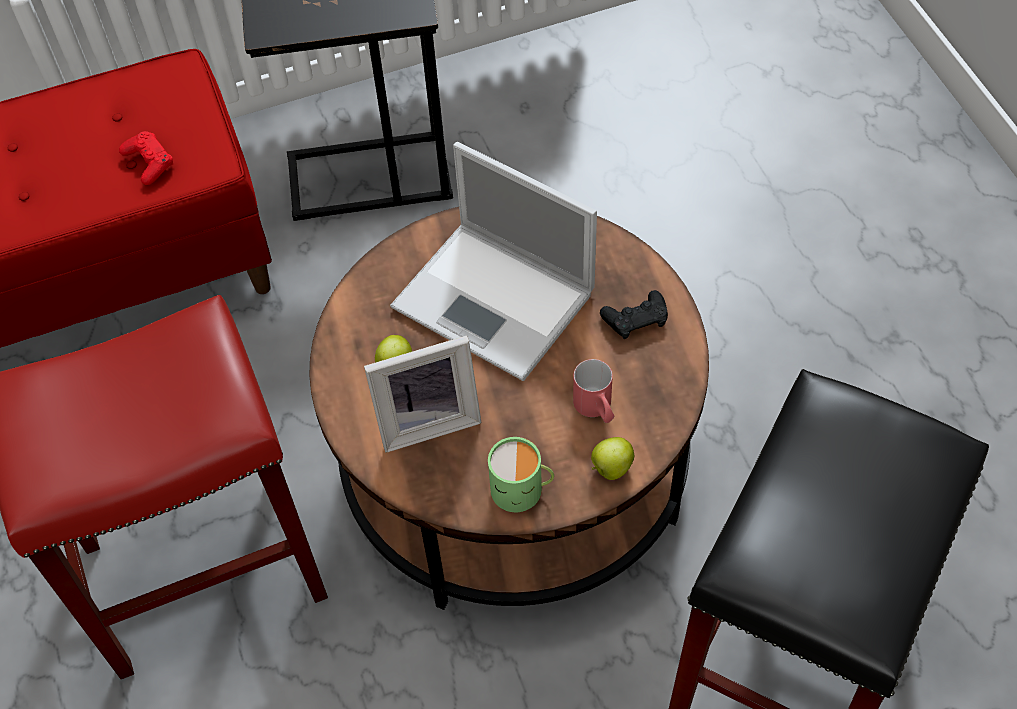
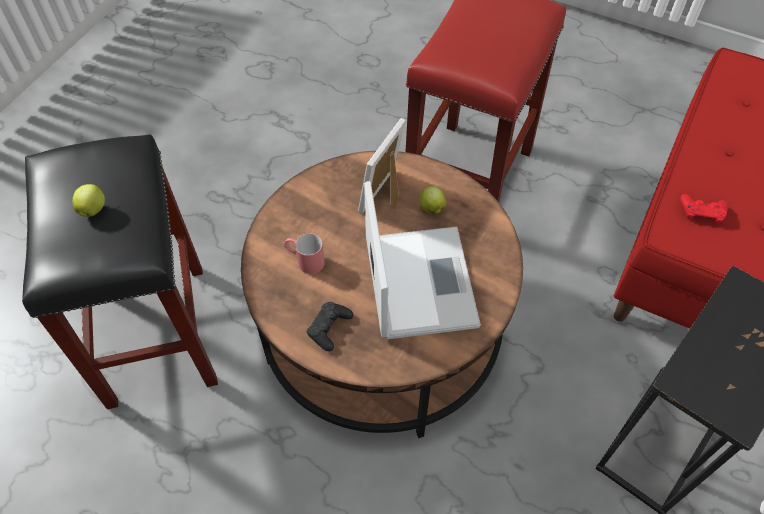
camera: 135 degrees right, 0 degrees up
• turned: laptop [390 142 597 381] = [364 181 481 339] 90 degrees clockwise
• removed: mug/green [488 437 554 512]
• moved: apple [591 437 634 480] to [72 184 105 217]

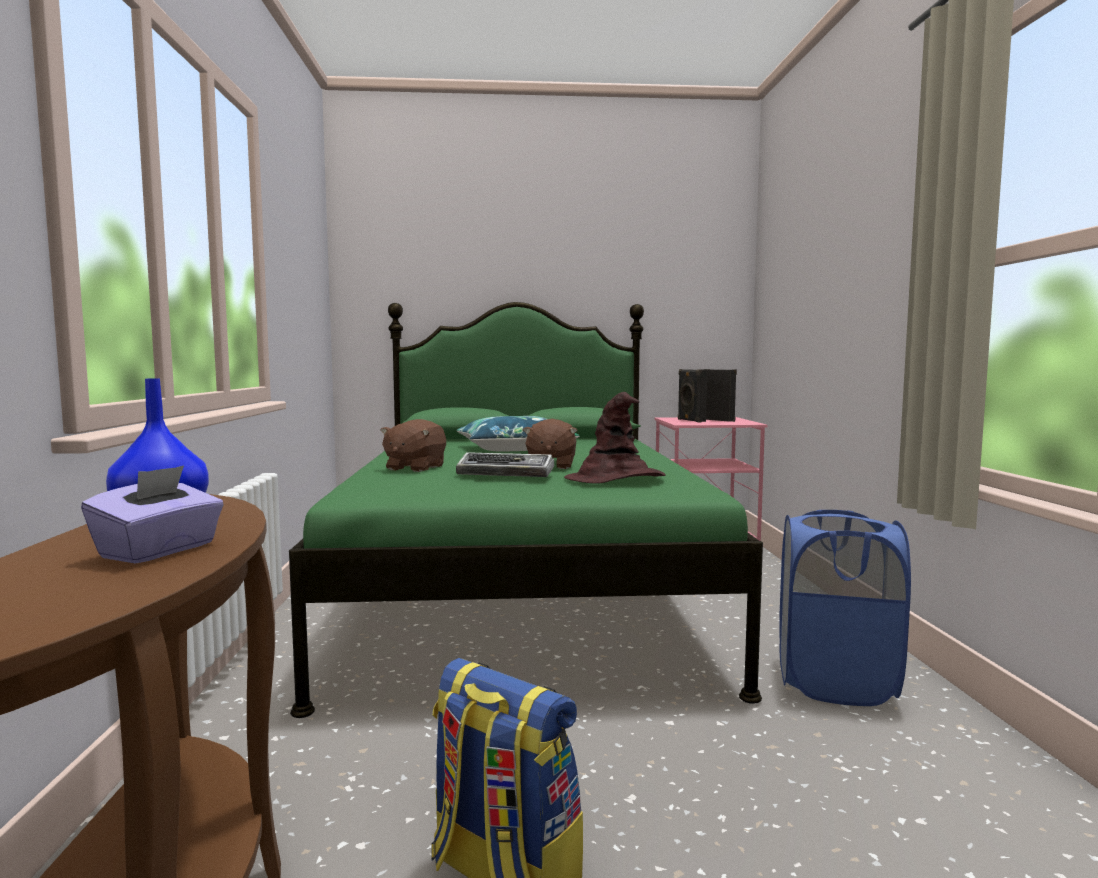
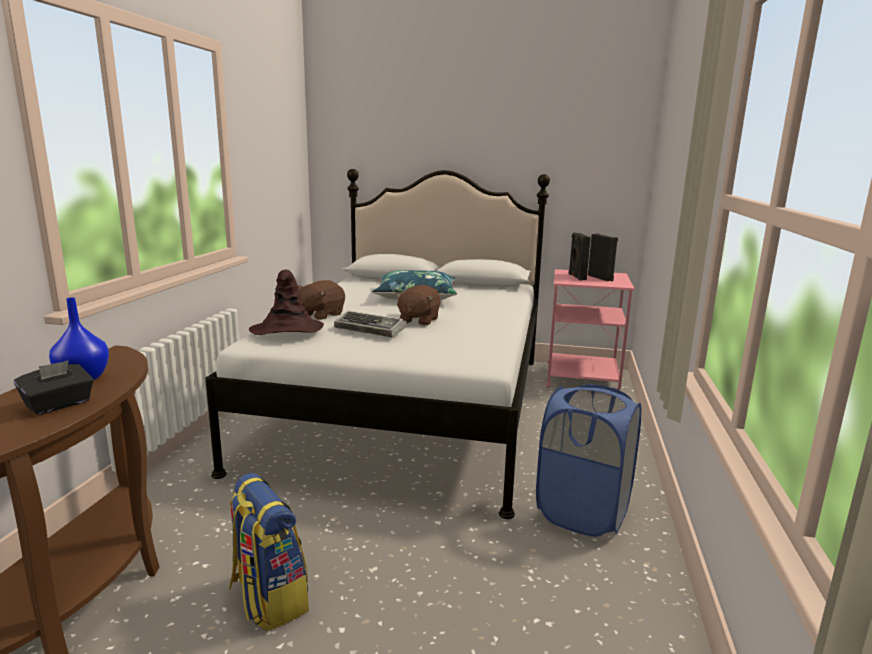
camera: 15 degrees right, 10 degrees up
• recoloured: tissue box/purple [81 465 224 564] to tissue box/black [14 360 94 415]
• recoloured: bed/green [289 302 763 718] to bed/white [205 169 550 519]
• moved: hat/brown [564 392 666 484] to [249 269 324 335]

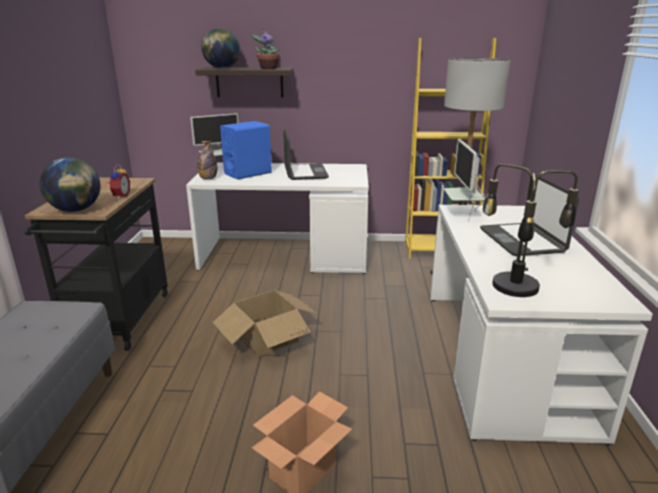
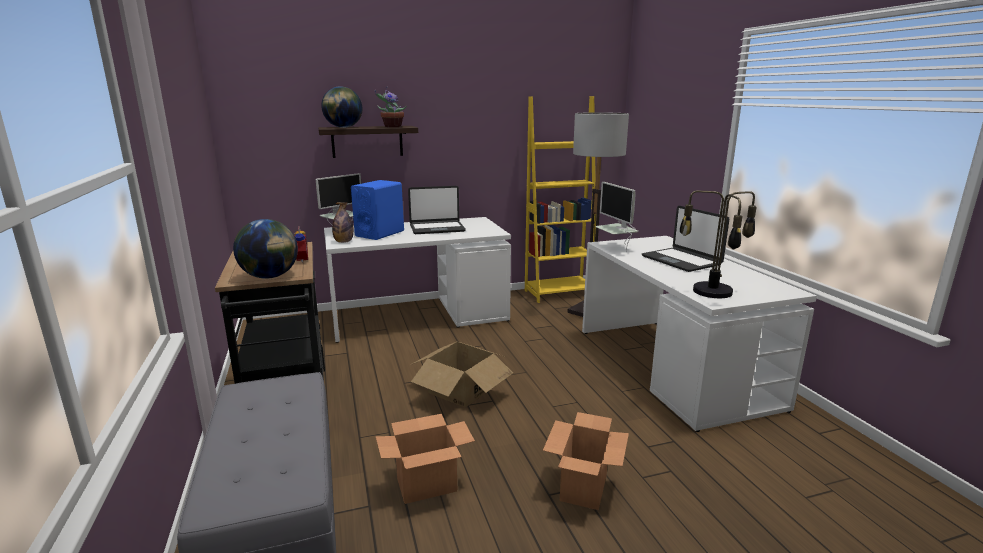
camera: 20 degrees left, 5 degrees down
• turned: laptop [283 130 329 180] = [408 186 466 234] 105 degrees clockwise
• added: cardboard box [376 414 475 504]

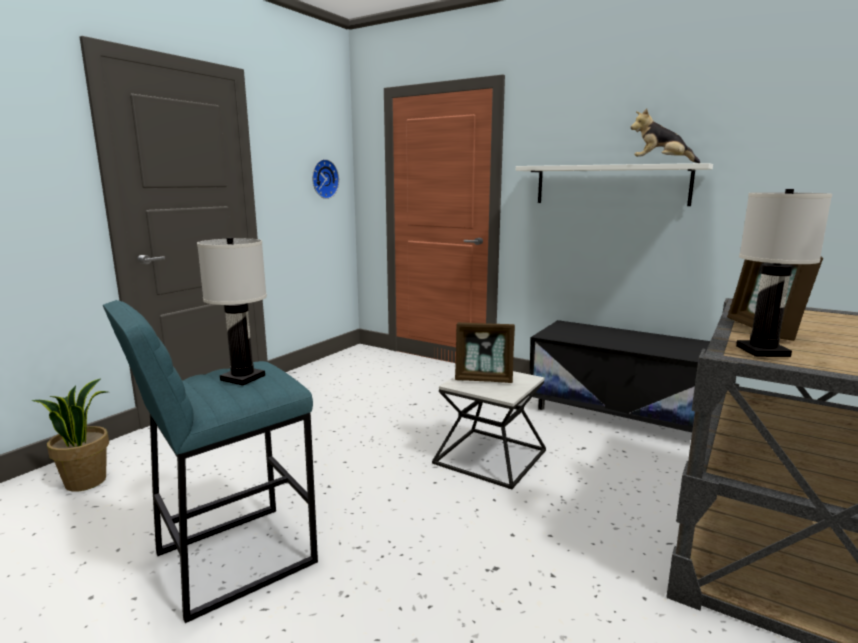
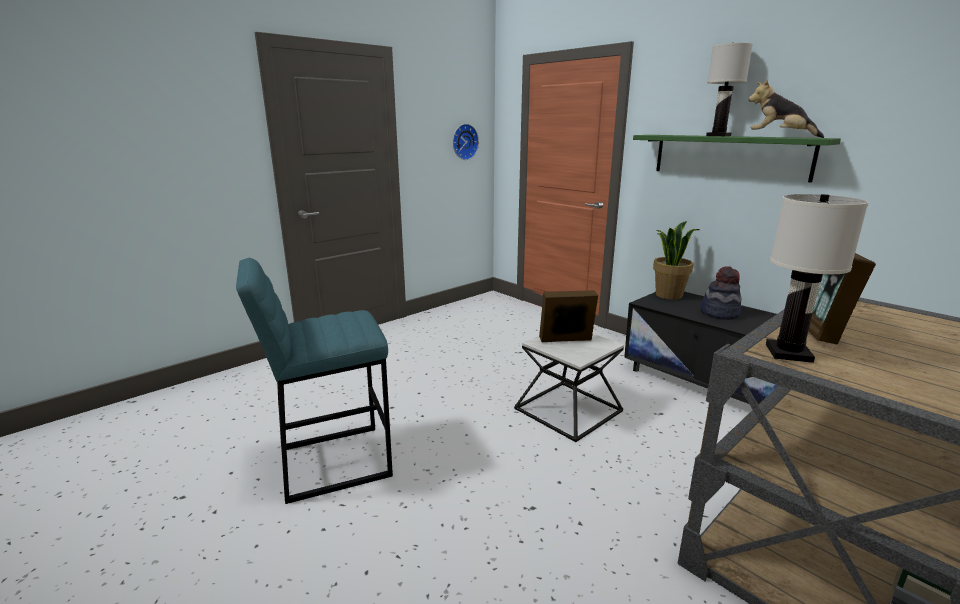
camera: 15 degrees right, 5 degrees up
• moved: potted plant [31 379 109 492] to [653 221 699 300]
• moved: table lamp/white [197 238 267 386] to [706 43 753 136]
• turned: picture frame [455 322 515 383] = [539 290 598 342] 150 degrees clockwise
• recoloured: shelf/white [516 163 713 206] to shelf/green [633 135 841 183]
• added: hat [700 266 741 320]

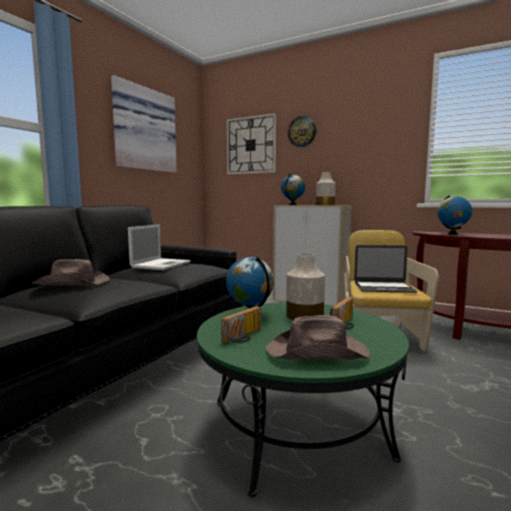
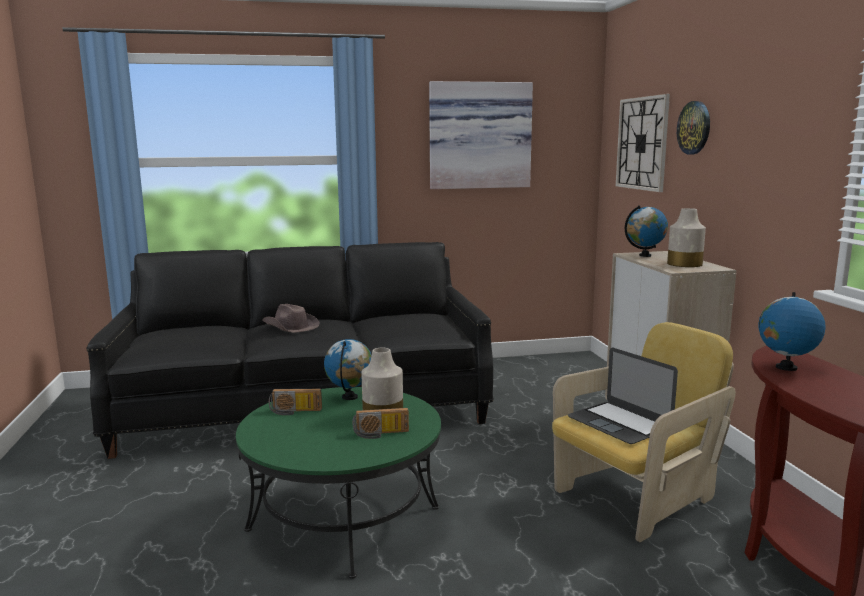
camera: 50 degrees right, 5 degrees up
• removed: laptop [128 224 191 270]
• removed: hat/brown [266 315 370 360]

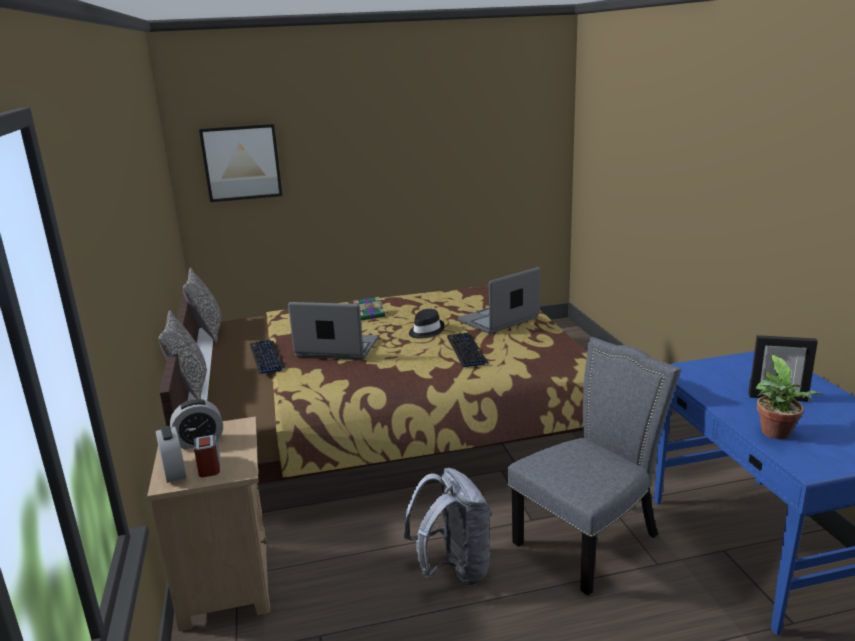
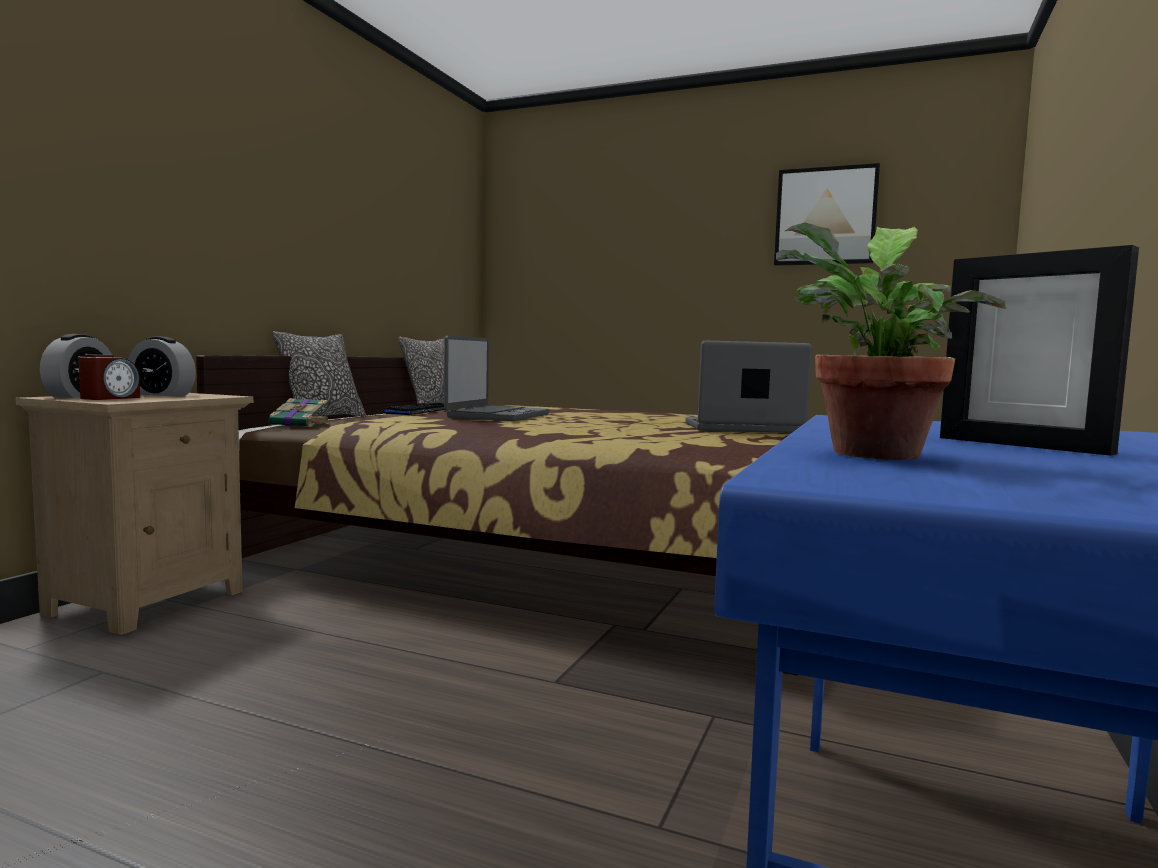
camera: 35 degrees right, 15 degrees down
• moved: picture [199 124 282 202] to [774 163 880 266]
• turned: laptop [288 302 378 360] = [444 336 549 421] 60 degrees clockwise
• moved: book [353 297 388 320] to [269 398 330 427]
• removed: backpack/grey [403 468 491 586]
• removed: hat/black [409 309 445 338]
• removed: keyboard [447 333 489 368]
• removed: chair/grey [507 337 681 596]

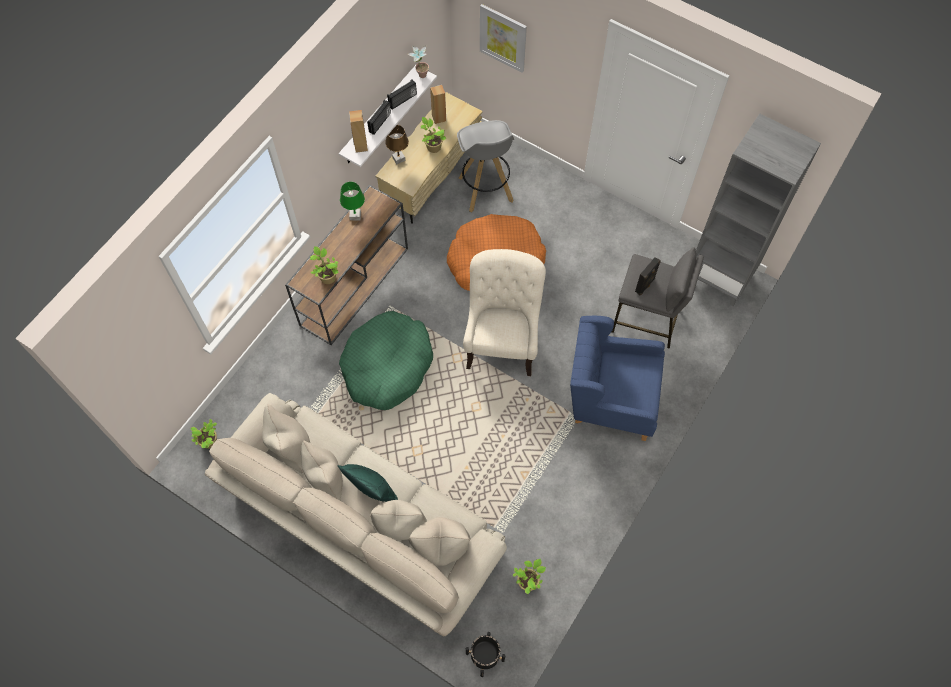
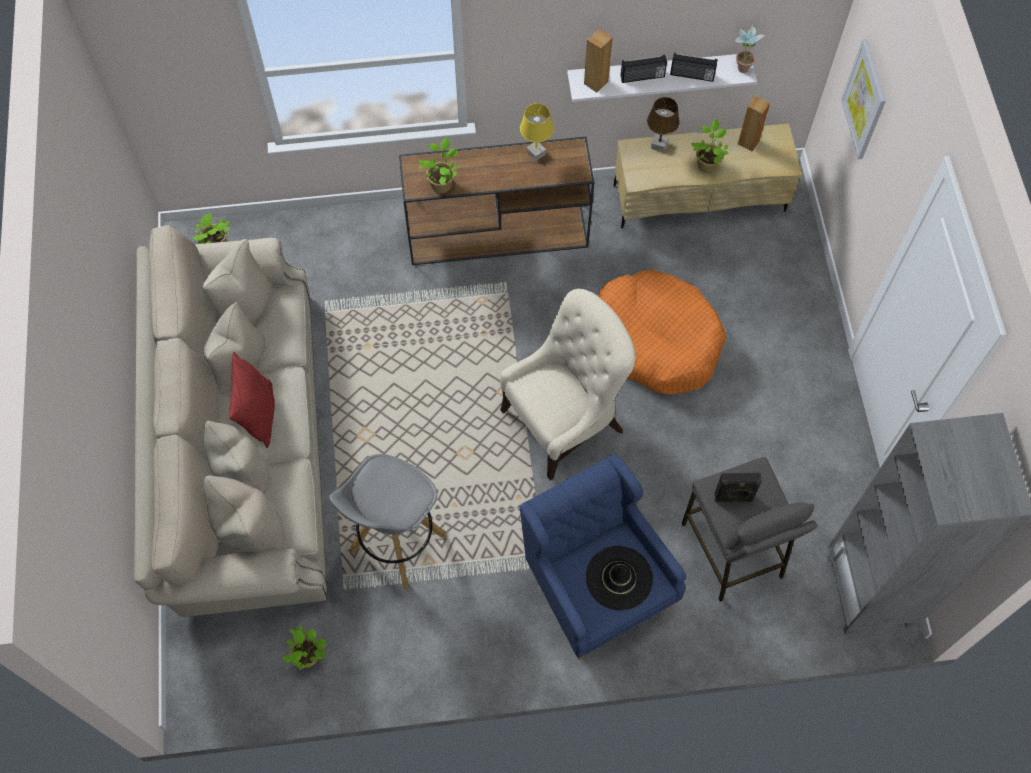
camera: 50 degrees right, 0 degrees up
• recoloured: pillow/green [338 464 398 502] to pillow/red [229 352 275 448]
• removed: dog bed/green [339 311 433 410]
• recoloured: table lamp/green [340 182 365 221] to table lamp/yellow [520 103 554 161]
• moved: stool/grey [457 120 514 212] to [329 454 447 589]
• removed: planter/black [466 632 505 677]
• added: hat/black [586 546 653 611]

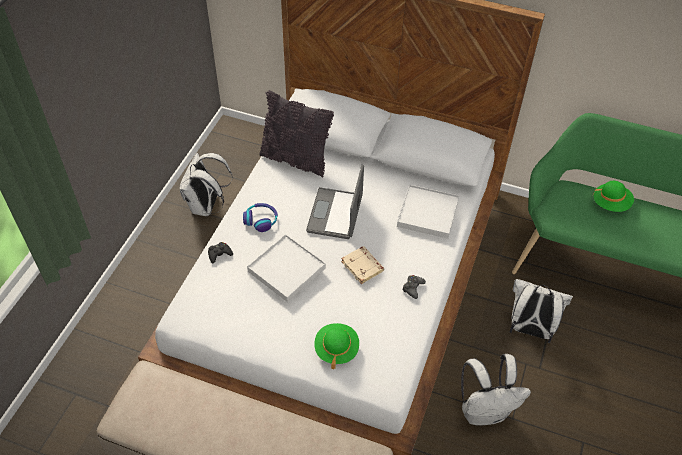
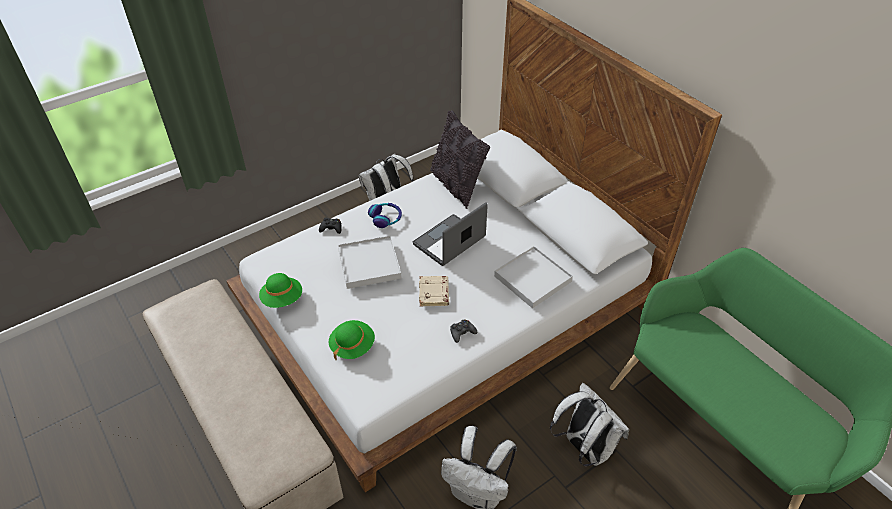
camera: 35 degrees right, 5 degrees down
• moved: hat/green [593 181 634 212] to [259 273 302 308]

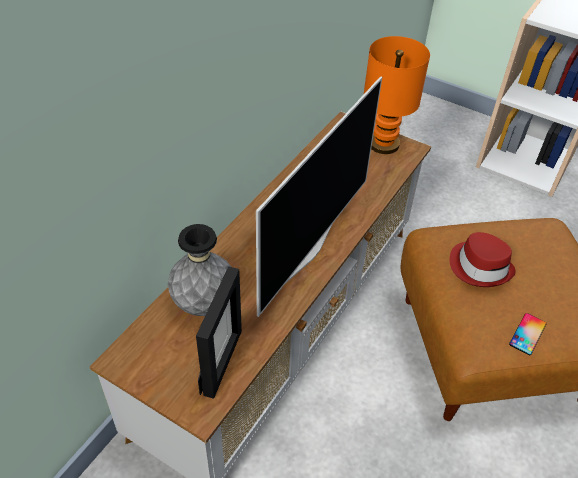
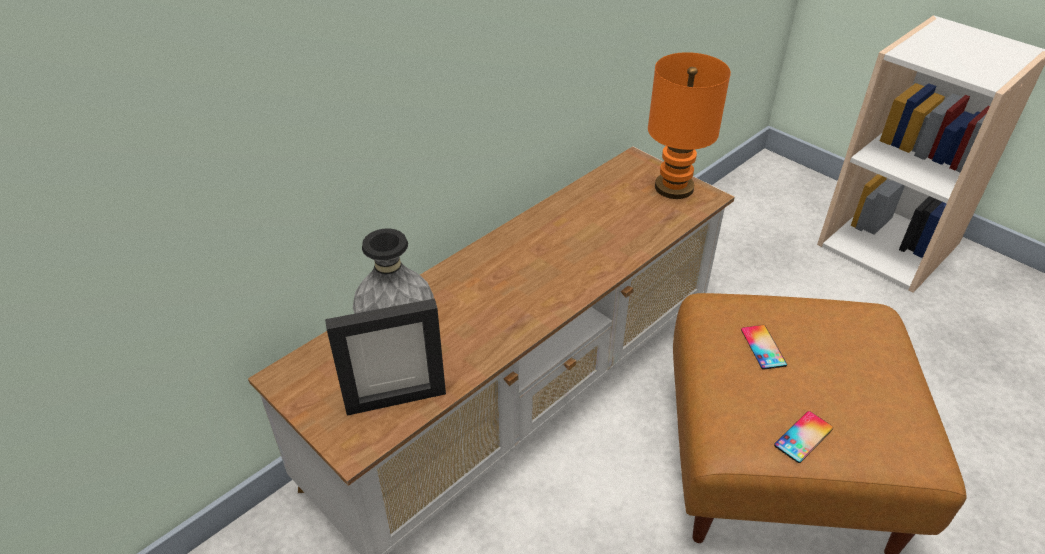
camera: 15 degrees right, 5 degrees down
• turned: picture frame [196 266 242 399] = [325 299 446 416] 45 degrees clockwise
• removed: television [256 76 382 317]
• replaced: hat/red [449 232 516 287] to phone [741 325 787 370]

